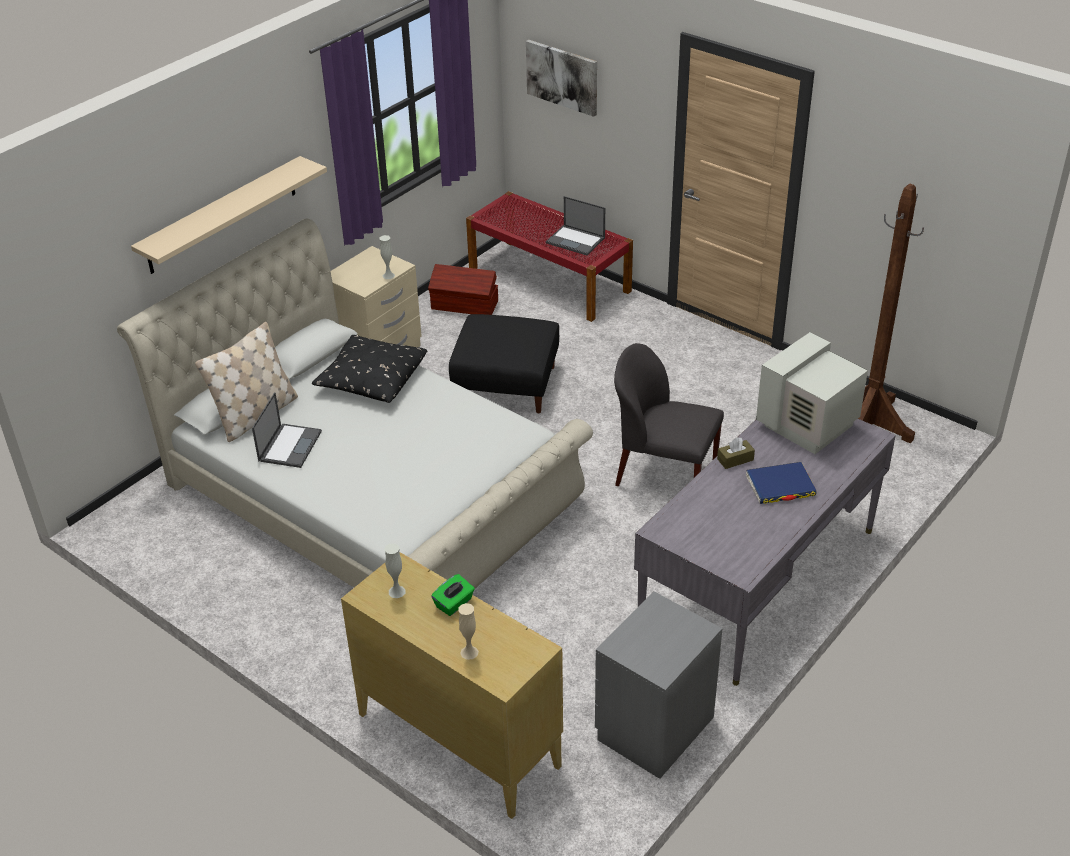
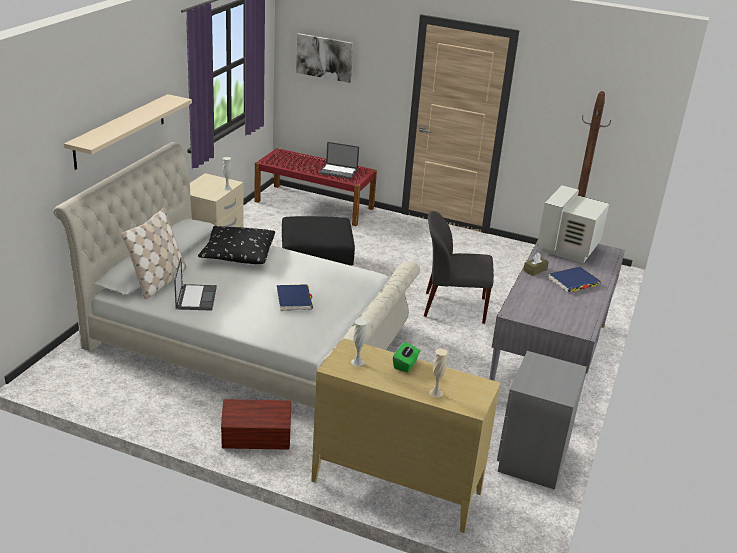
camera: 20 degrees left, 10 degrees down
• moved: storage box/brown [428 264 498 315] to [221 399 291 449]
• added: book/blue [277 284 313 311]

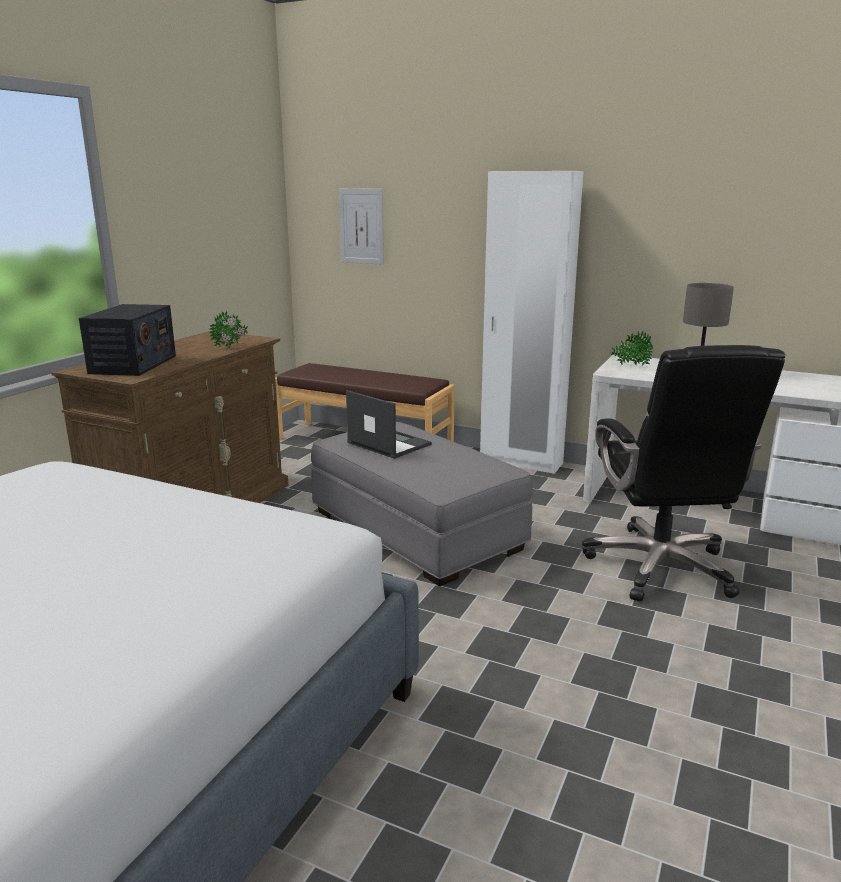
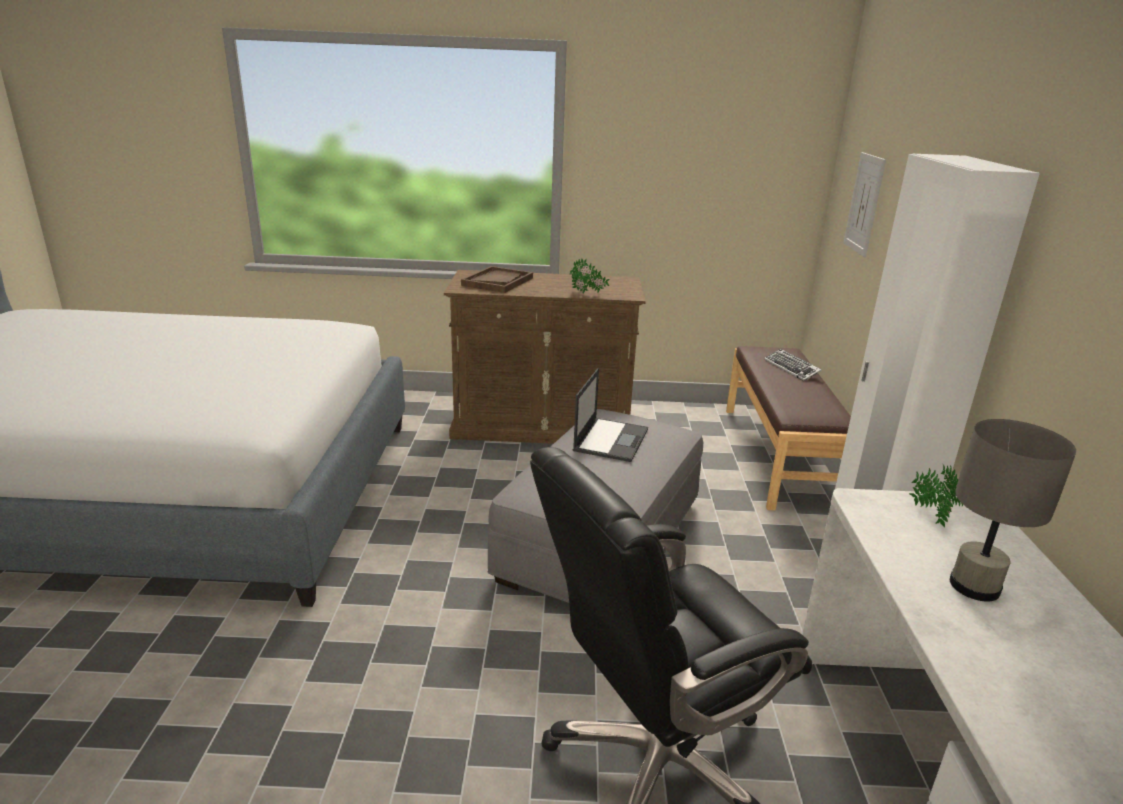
camera: 65 degrees right, 5 degrees up
• replaced: radio [79 304 176 376] to tray/brown [461 266 533 293]
• added: keyboard [764 349 822 381]

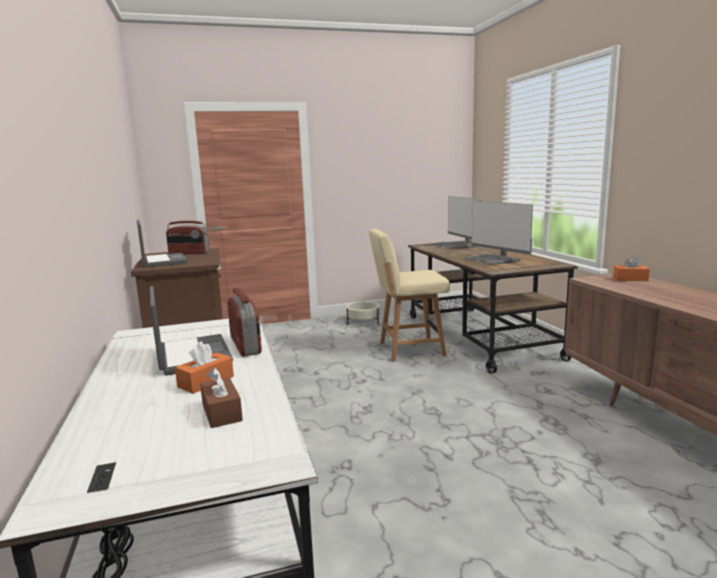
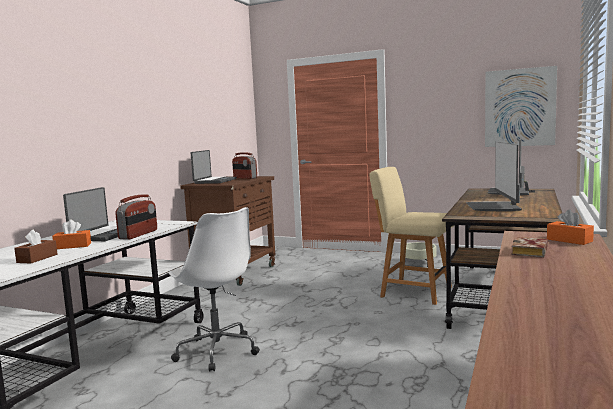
camera: 40 degrees right, 5 degrees down
• added: office chair/white [169 207 260 372]
• added: picture [485 66 557 147]
• added: book [512 237 548 257]

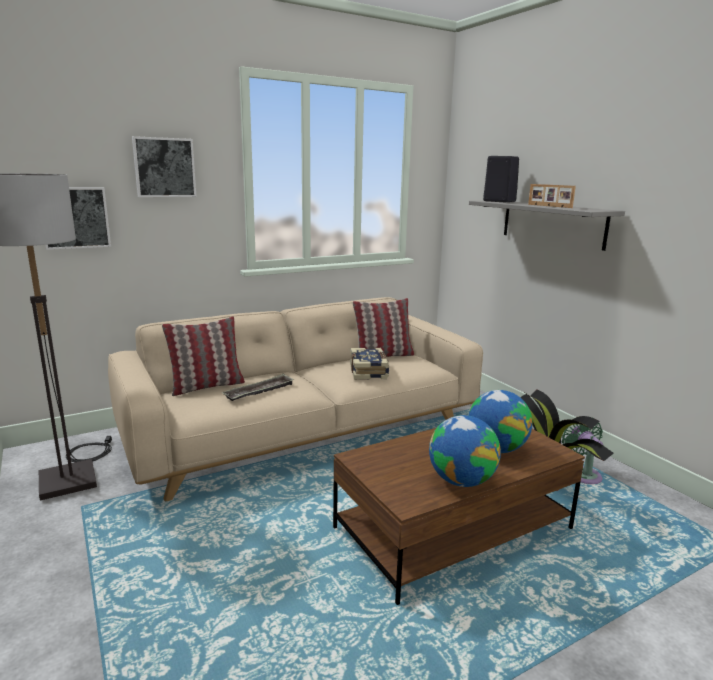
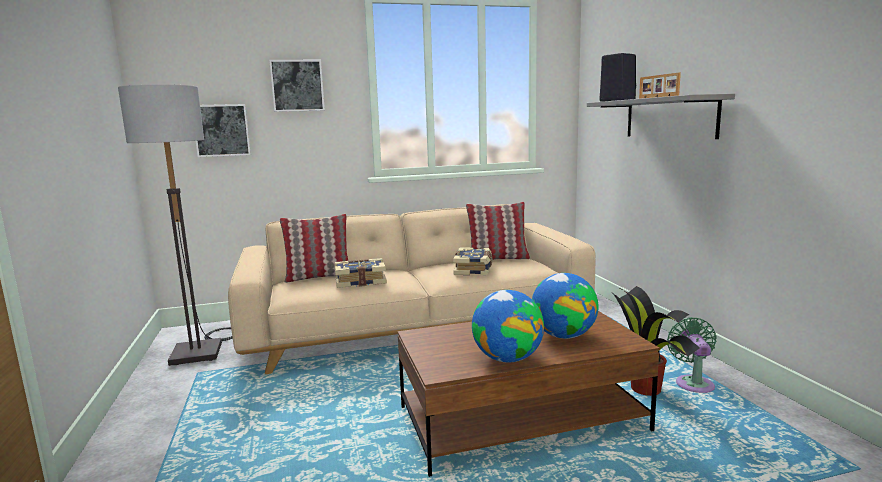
camera: 15 degrees right, 5 degrees down
• replaced: tray [222 374 294 401] to book [335 258 387 288]

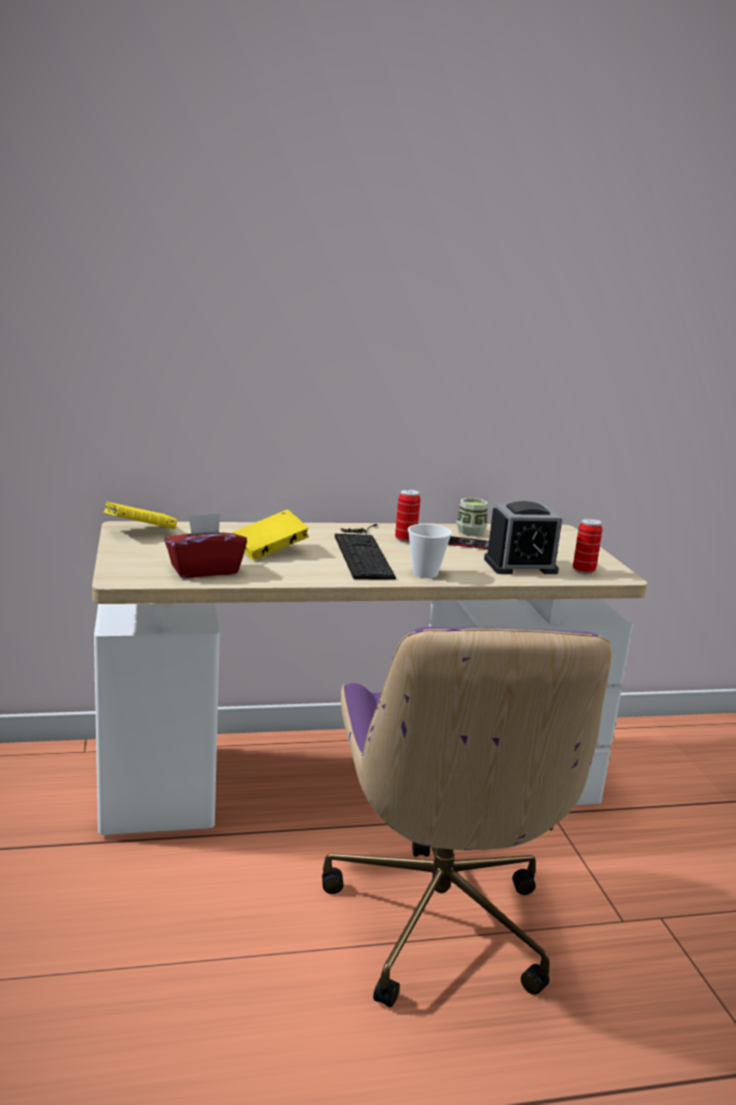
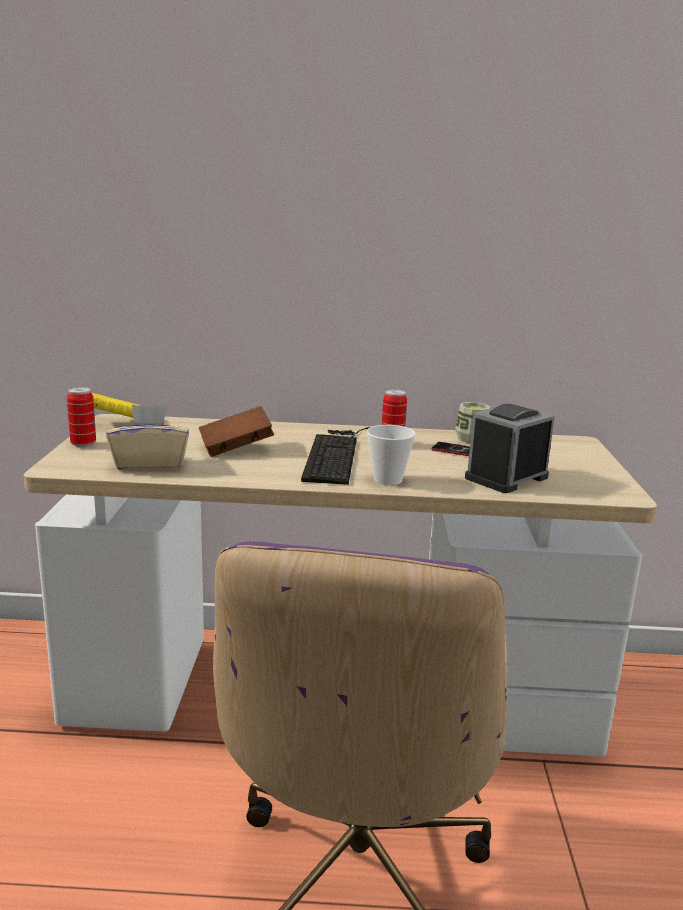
camera: 15 degrees right, 0 degrees up
• recoloured: tissue box/red [164 513 247 578] to tissue box/beige [106 404 189 471]
• recoloured: book/yellow [232 509 309 560] to book/brown [199 406 274 457]
• turned: alarm clock [484 501 562 574] = [465 404 555 493] 135 degrees clockwise
• moved: can [573 518 602 574] to [67 387 96 447]

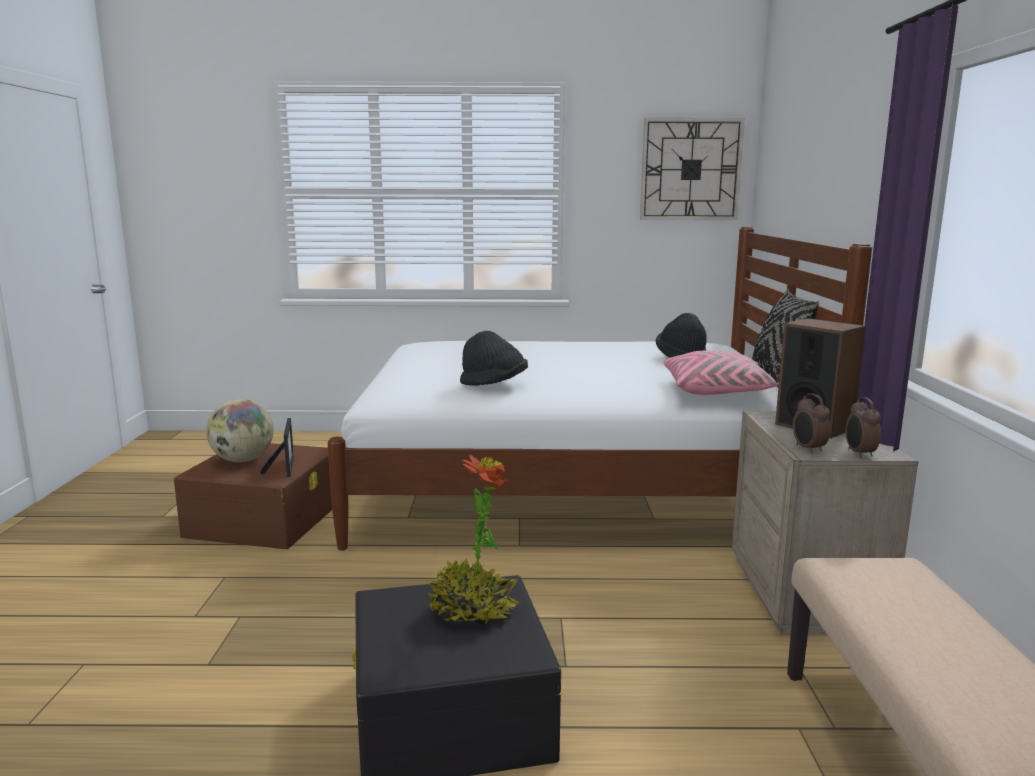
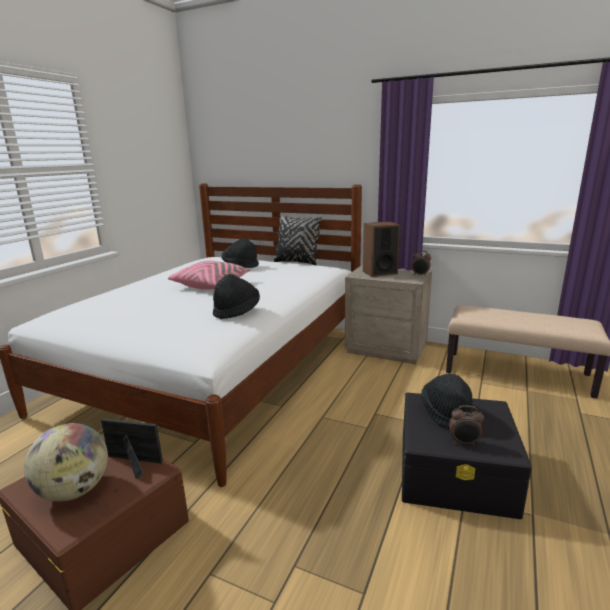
camera: 65 degrees left, 5 degrees up
• replaced: potted plant [427 455 519 625] to hat/black [421 374 473 429]
• removed: wall clock [640 118 745 220]
• moved: pillow/pink [663 351 779 395] to [168 261 251 289]
• moved: alarm clock [793 393 831 454] to [449 405 484 446]

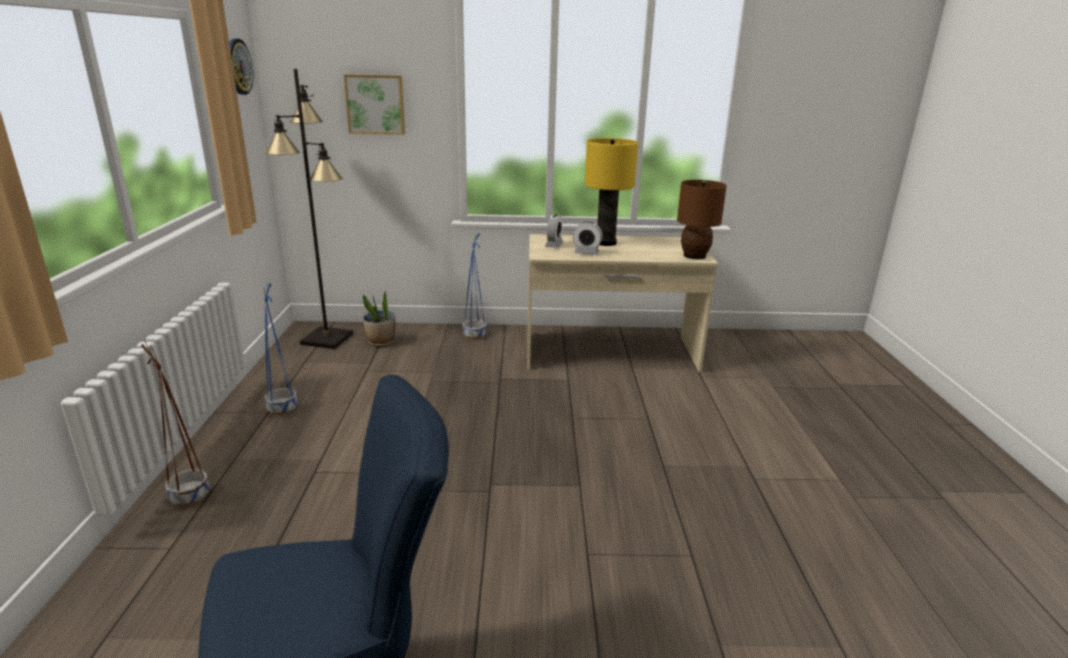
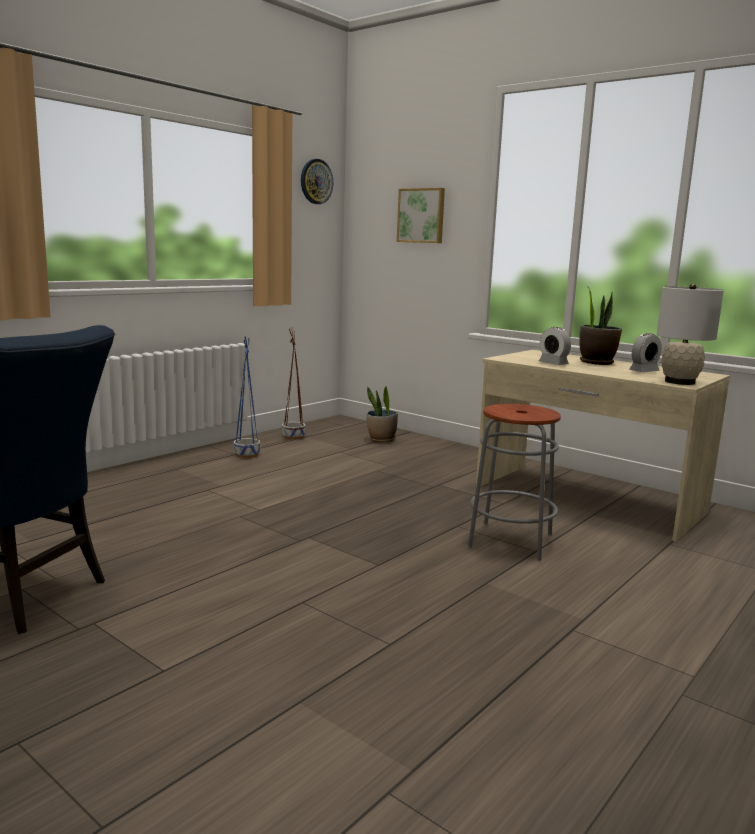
camera: 40 degrees right, 10 degrees down
• moved: planter/brown [141 340 209 506] to [282 329 306 439]
• removed: floor lamp/black [265 69 353 349]
• removed: planter/blue [463 232 487 339]
• moved: alarm clock [545 215 564 248] to [629 333 662 372]
• replaced: table lamp/yellow [585 138 638 246] to potted plant [579 286 622 365]
• recoloured: table lamp/brown [677 180 727 259] to table lamp/white [657 283 724 385]
• added: stool/grey [468 404 561 561]

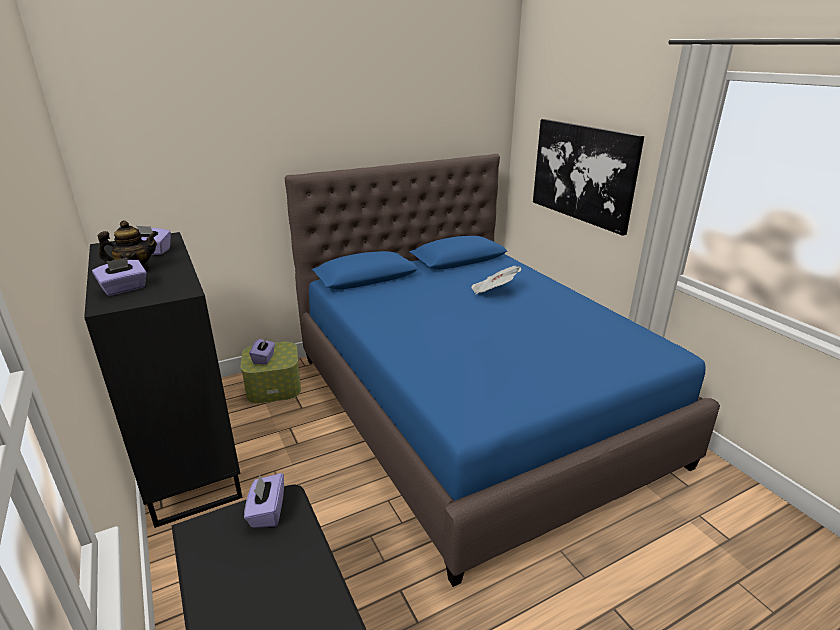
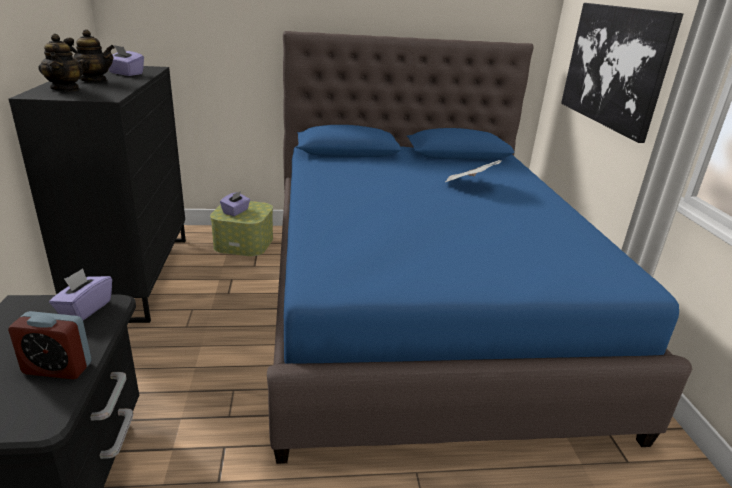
camera: 20 degrees right, 0 degrees up
• replaced: tissue box/purple [92 257 147 296] to teapot [38 34 84 91]
• added: alarm clock [8 311 92 379]

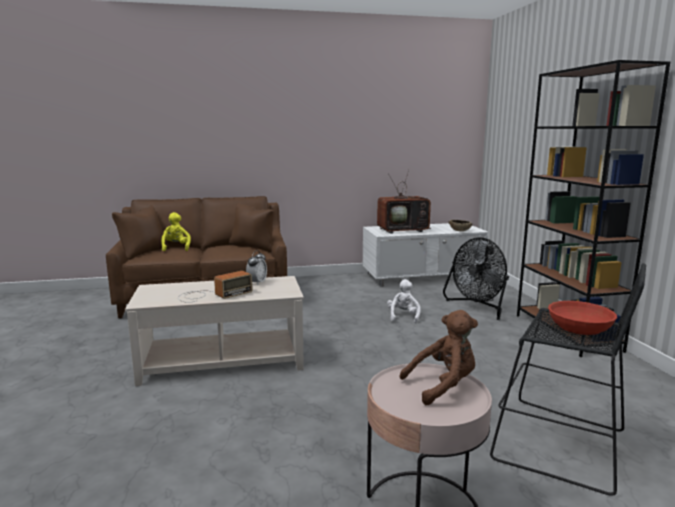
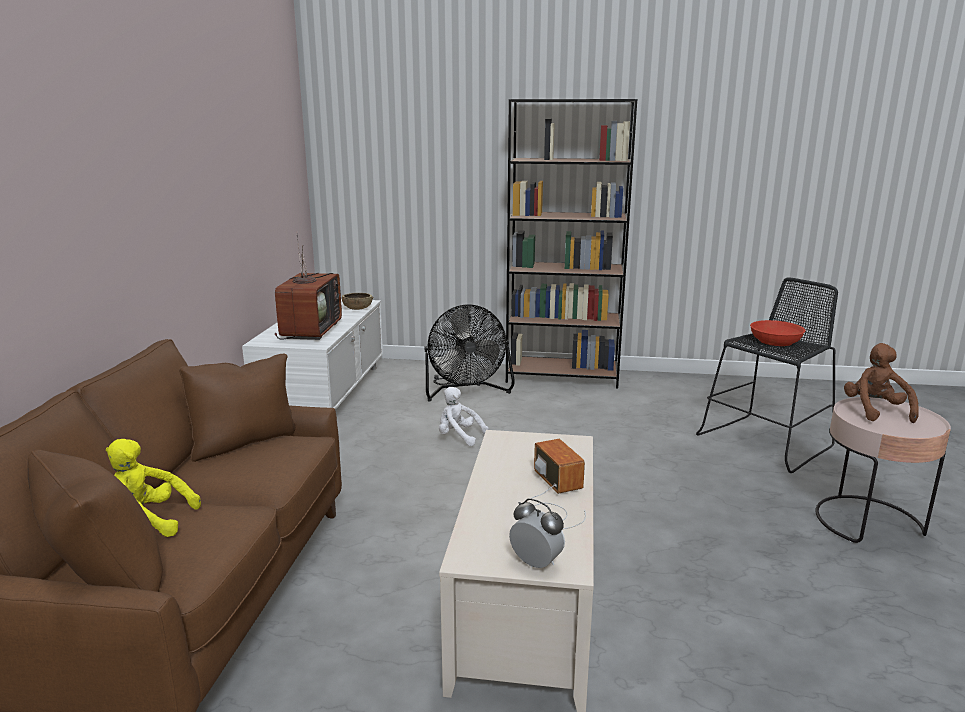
camera: 70 degrees left, 5 degrees up
• moved: alarm clock [246 250 267 285] to [509 498 565 568]

